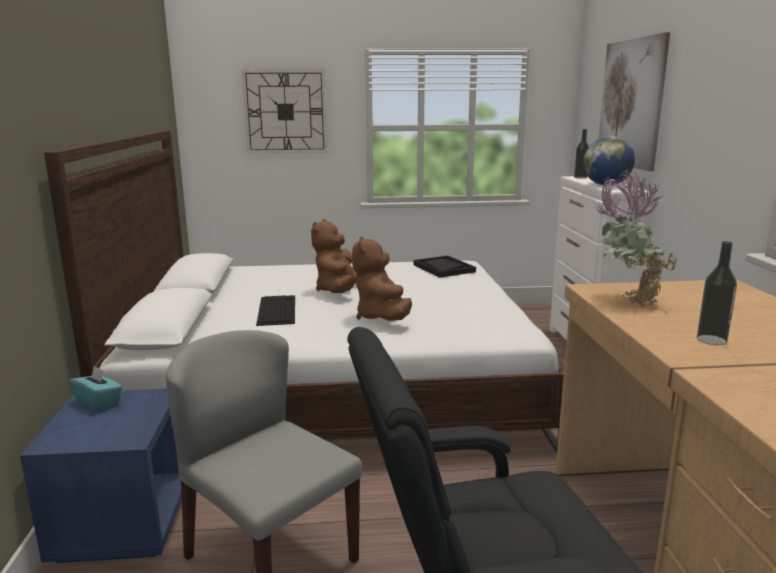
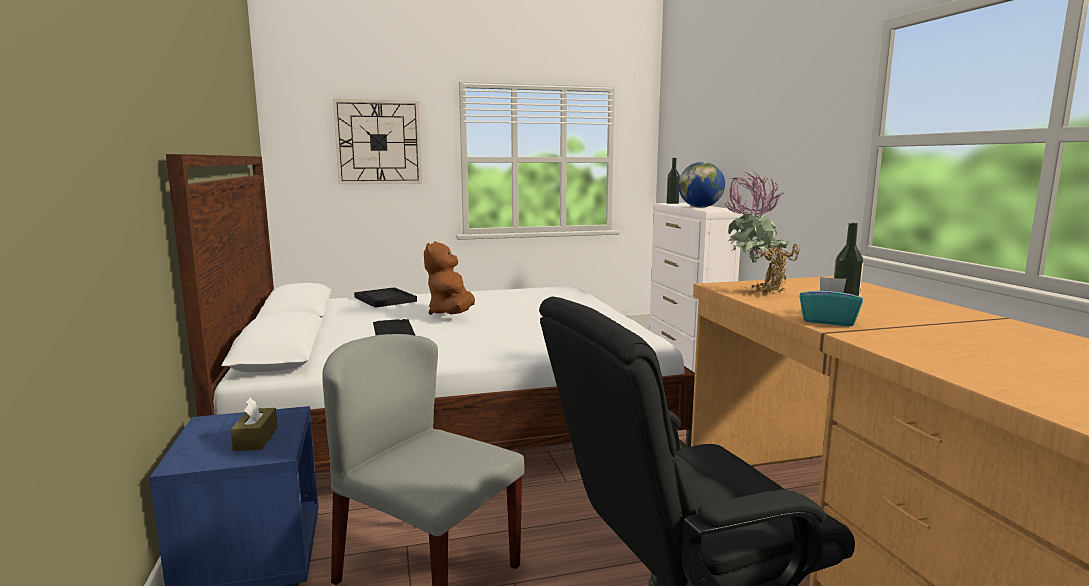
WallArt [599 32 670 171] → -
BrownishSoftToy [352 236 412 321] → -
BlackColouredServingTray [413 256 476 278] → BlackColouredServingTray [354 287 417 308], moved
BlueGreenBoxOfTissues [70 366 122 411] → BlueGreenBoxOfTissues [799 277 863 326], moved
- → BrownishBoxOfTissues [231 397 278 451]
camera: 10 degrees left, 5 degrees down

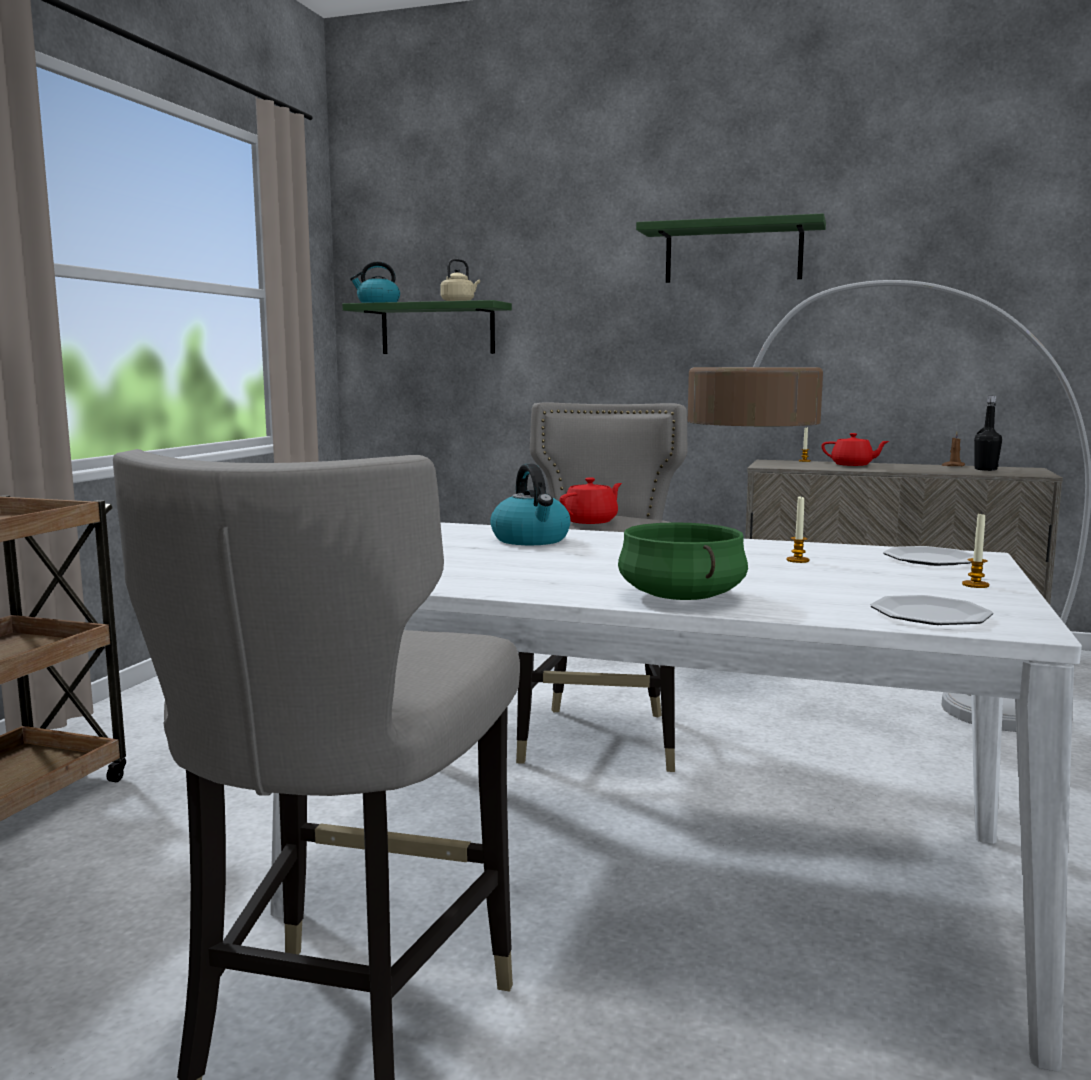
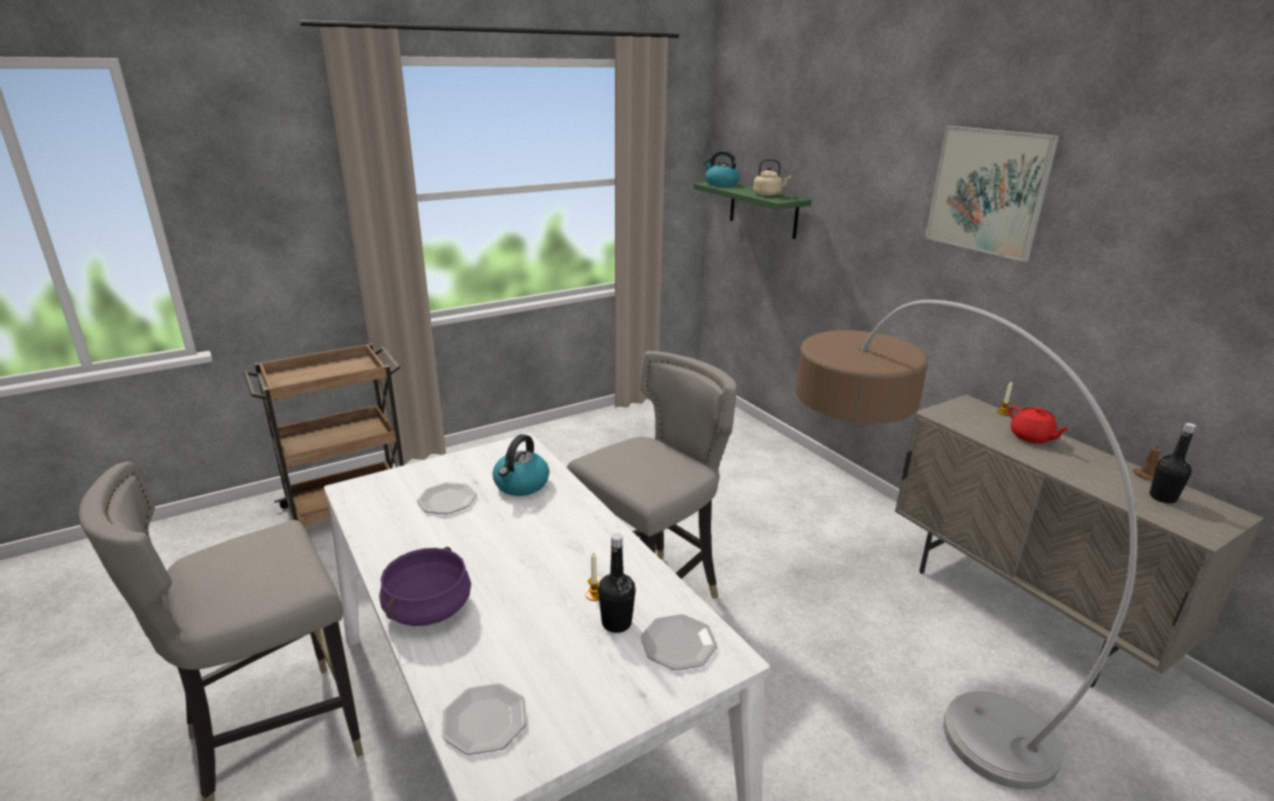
GreenishShelf [636 213 826 283] → WallArt [925 126 1059 262]
ReddishPotForTea [559 478 622 524] → -
WaxLight [962 511 989 588] → -
GreenishSaucepot [618 522 748 600] → PurplishSaucepot [379 547 471 626]
- → Plate [417 482 477 514]
- → BlackColouredDrinkBottle [598 533 636 633]
camera: 40 degrees right, 15 degrees up

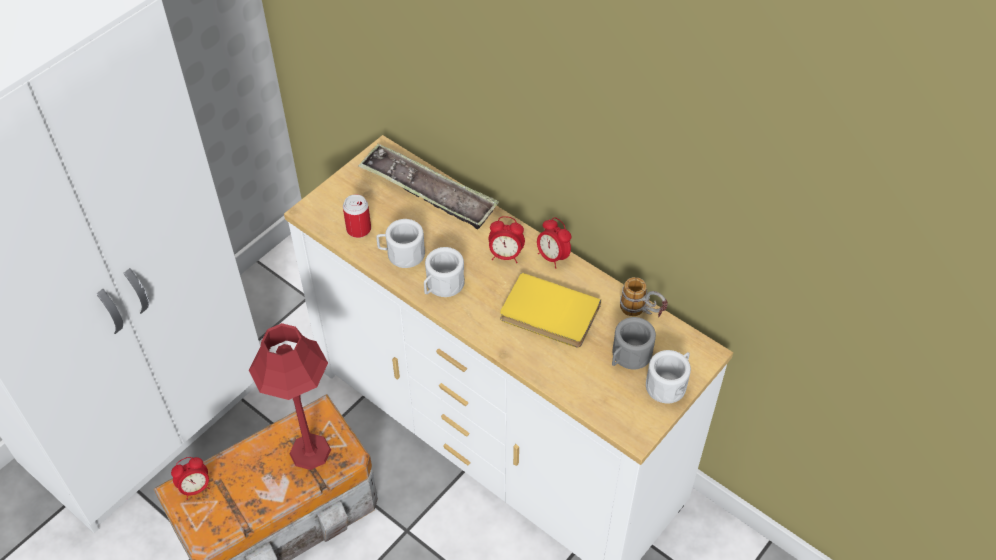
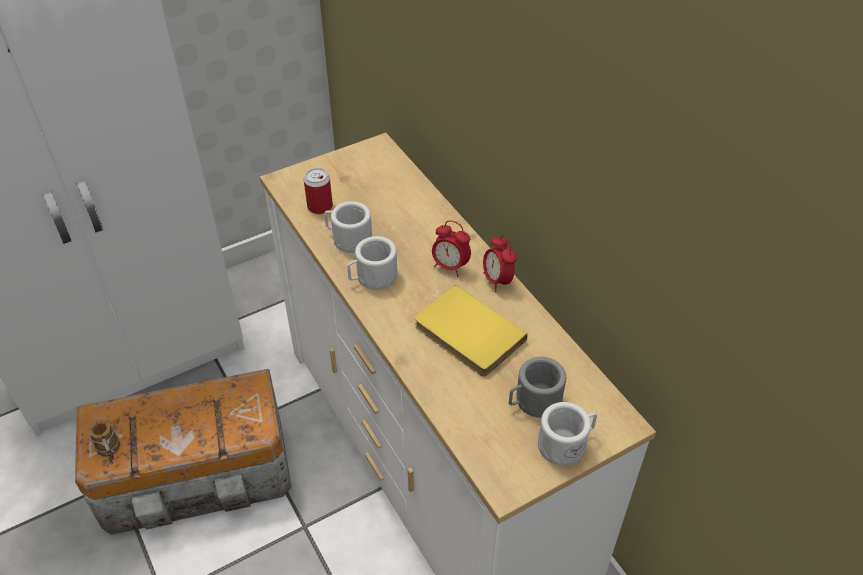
ServingTray [358 144 499 229] → -
Mug [620 277 668 317] → Mug [89 420 120 464], moved
ReddishLampForATable [249 323 331 470] → -
BedsideClock [171 457 210 500] → -
camera: 20 degrees right, 5 degrees down

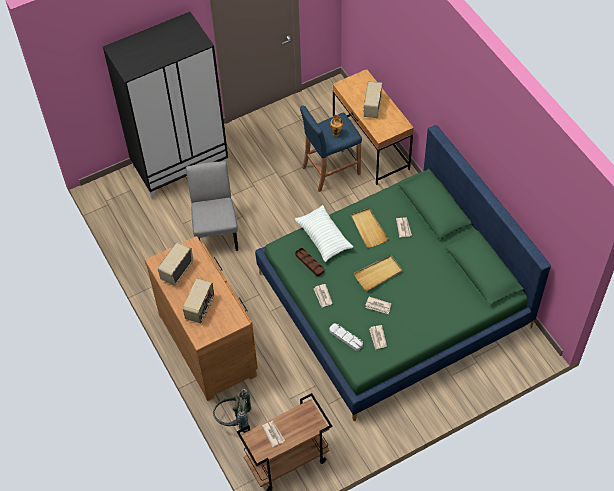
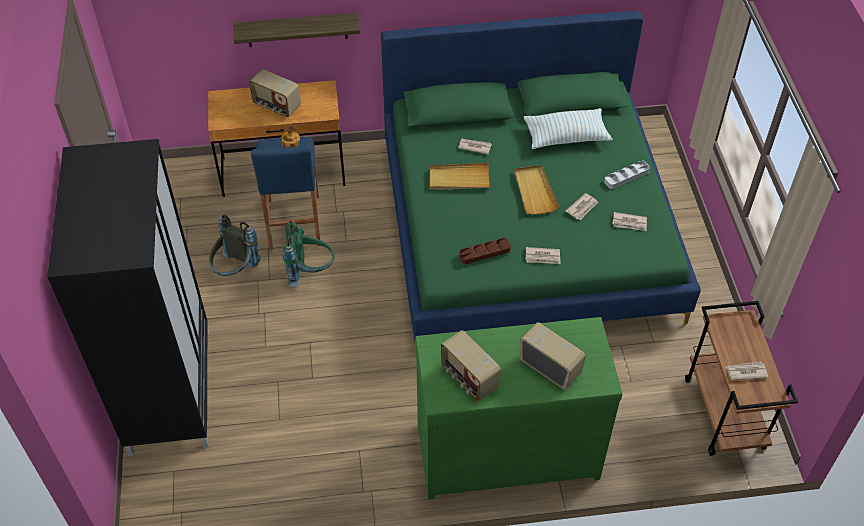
GrayPlainChair [186 161 238 251] → -
ThrowPillow [294 205 353 262] → ThrowPillow [524 108 613 149], moved
BrownishDrawerChest [145 236 258 401] → GreenishDrawerChest [415 317 622 499]
GrayServingTray [329 323 363 351] → GrayServingTray [604 161 650 189], moved
GrayRucksack [213 389 251 433] → GrayRucksack [209 215 261 276], moved
- → Shelf [233 13 360 47]
- → GreenishRucksack [283 221 335 287]
camera: 70 degrees left, 5 degrees down

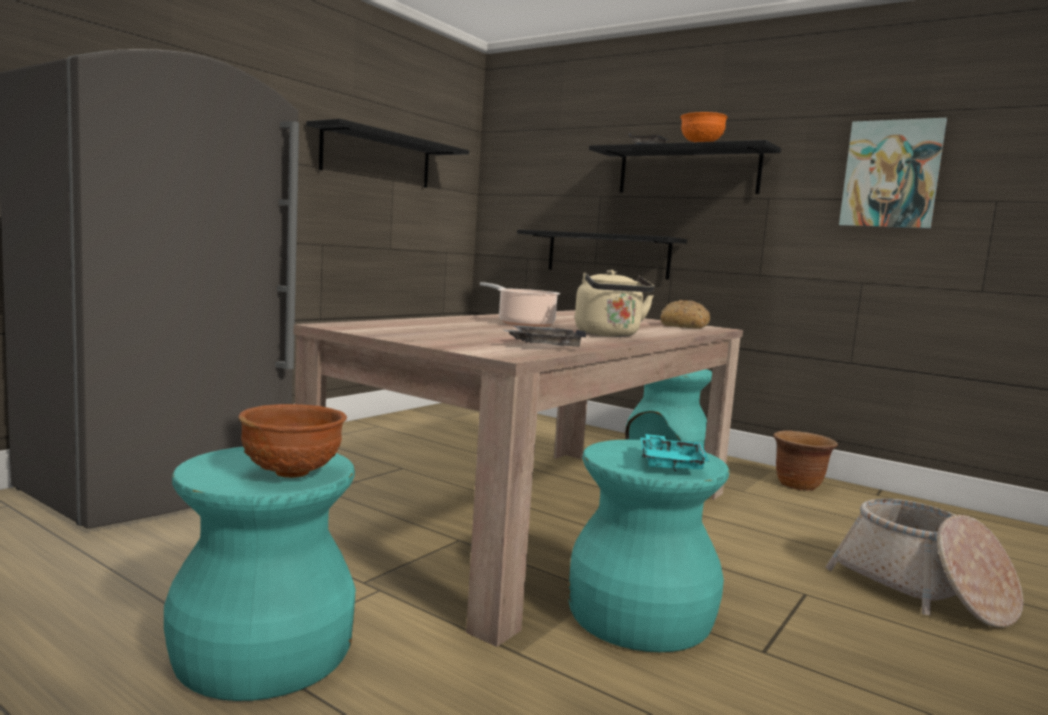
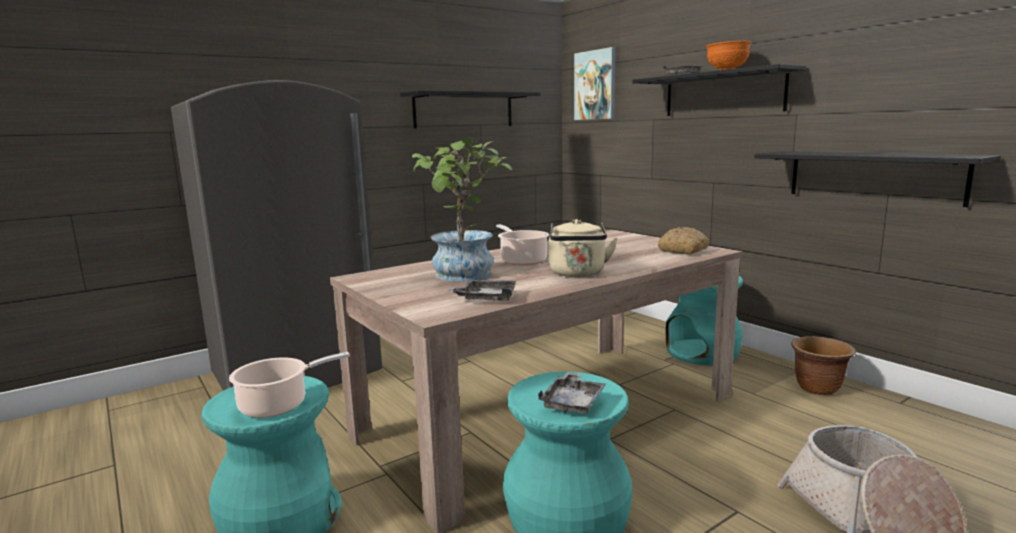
WallArt [839 118 947 229] → WallArt [574 47 615 120], moved
BlackColouredShelf [517 230 687 280] → BlackColouredShelf [754 152 1001 207], moved
BrownishBowl [239 404 347 478] → Saucepot [229 352 350 418]
BlueGreenServingTray [641 434 710 471] → GrayServingTray [538 372 606 413]
- → Houseplant [412 138 512 281]
camera: 20 degrees right, 5 degrees up

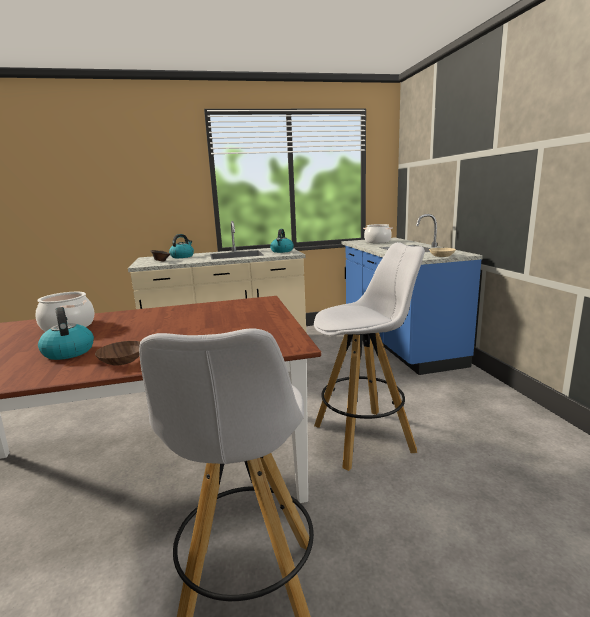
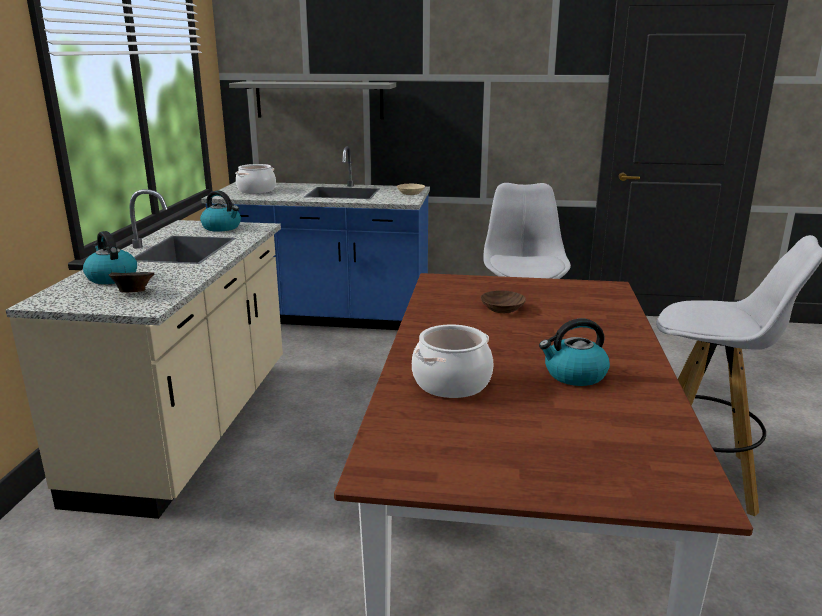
BrownishBowl [95 341 140 366] → BrownishBowl [481 291 526 313], moved
- → GrayShelf [229 81 396 119]
camera: 70 degrees left, 5 degrees up

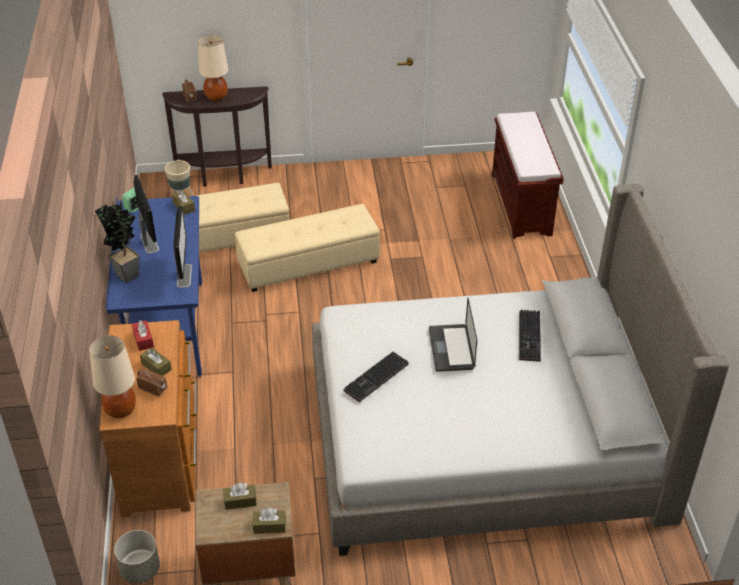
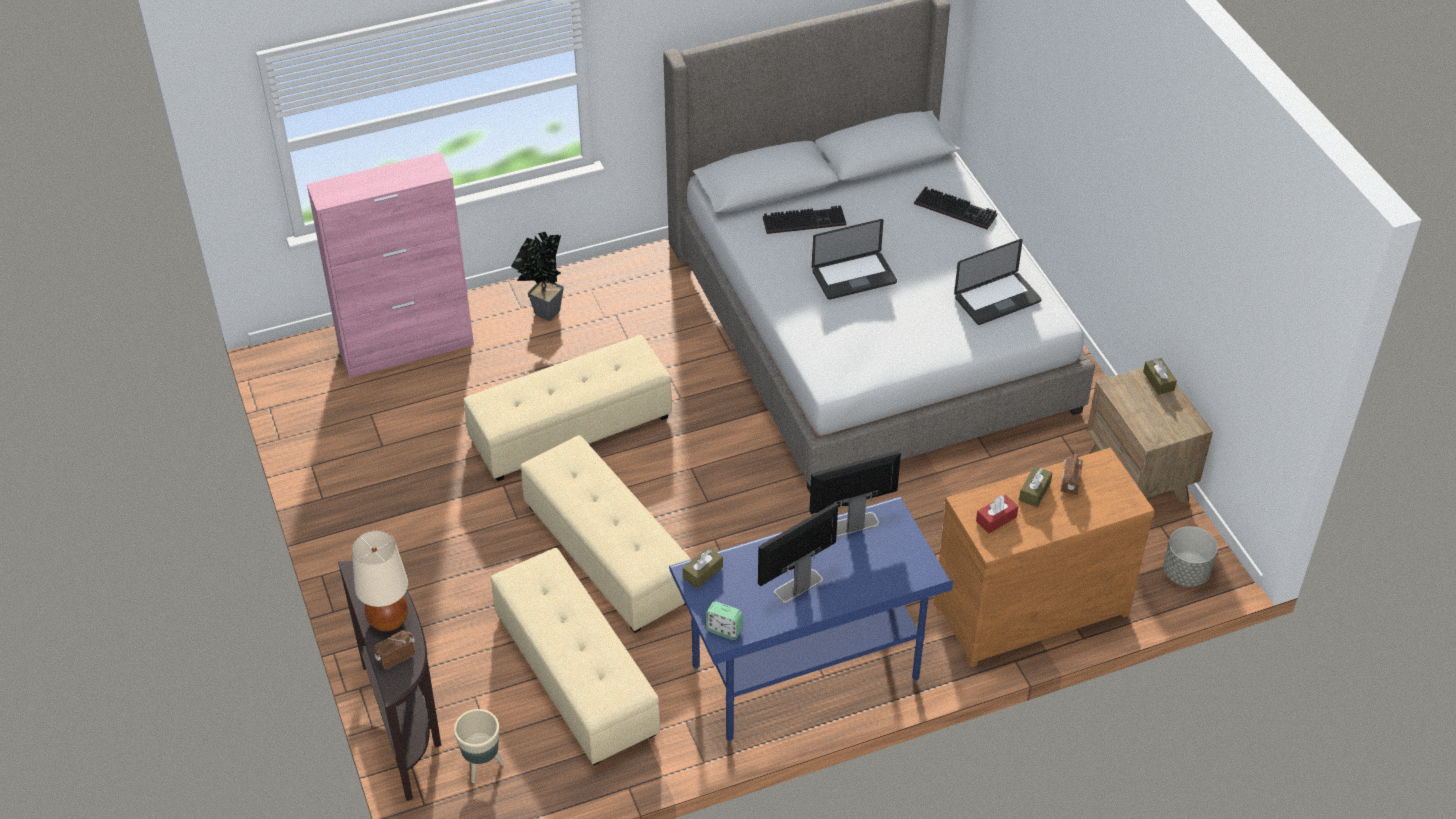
BrownishIndoorBench [492 112 564 239] → PinkishCabinet [307 152 474 378]
Houseplant [95 201 140 283] → Houseplant [511 232 564 321], moved
SandColouredLampForATable [89 335 136 418] → -
ComputerKeyboard [343 352 409 402] → ComputerKeyboard [914 186 997 229], moved
BrownishBoxOfTissues [223 483 257 510] → -
- → Laptop [954 239 1042 325]
- → SandColouredFootrest [463 335 672 481]
camera: 105 degrees left, 5 degrees up

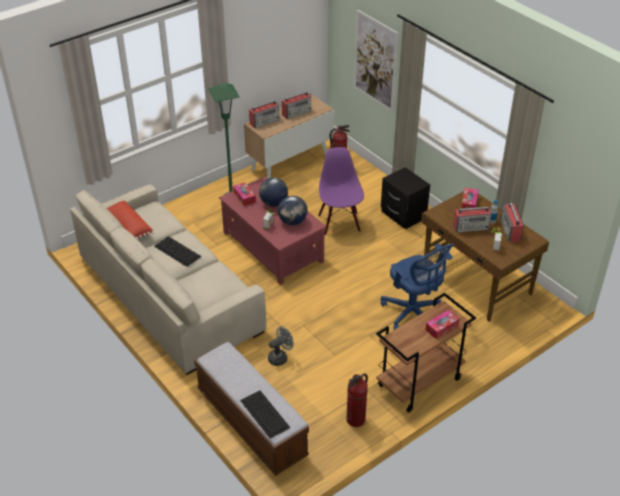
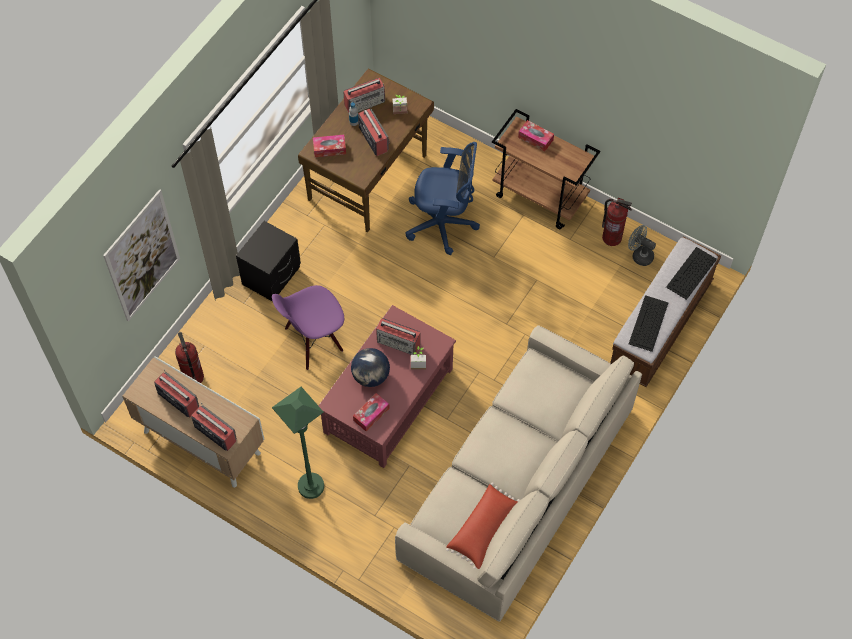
Globe [278 196 307 225] → RadioSet [376 318 421 355]
ComputerKeyboard [154 236 201 267] → ComputerKeyboard [629 295 669 352], moved
BlueColouredComputerChair [381 244 454 330] → BlueColouredComputerChair [406 142 480 255], 60 degrees clockwise
GrayCoolingFan [268 326 294 366] → GrayCoolingFan [628 225 656 266], moved
camera: 110 degrees left, 20 degrees up

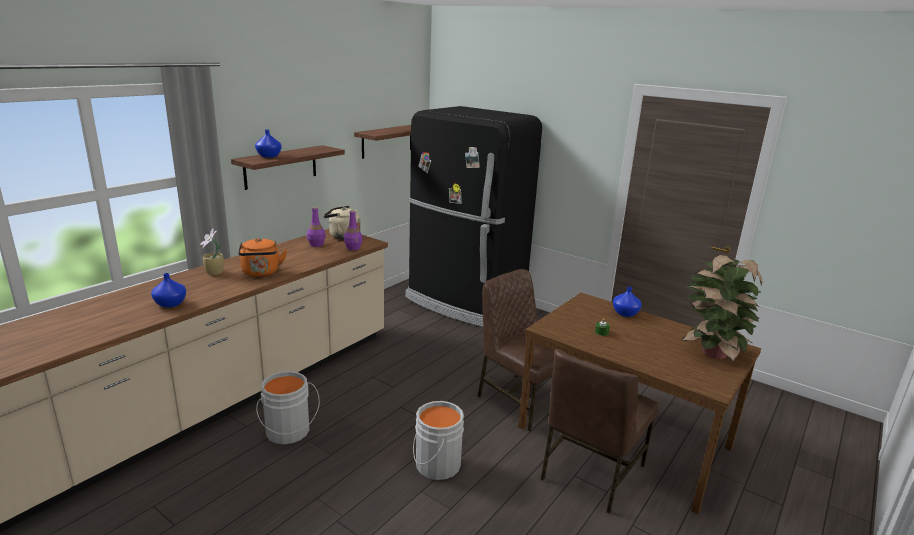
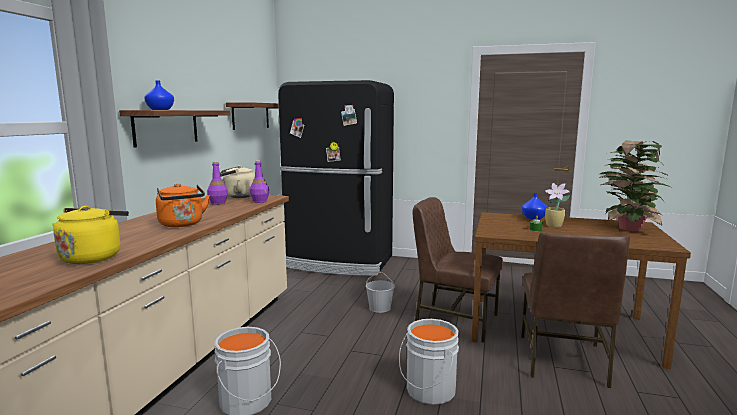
Houseplant [200 228 224 275] → Houseplant [545 183 570 227], moved
BlueColouredDecorativeVase [151 273 186 308] → YellowColouredTeaKettle [52 206 129 264]
- → WhitishBucket [366 272 395 313]
camera: 20 degrees left, 10 degrees down

